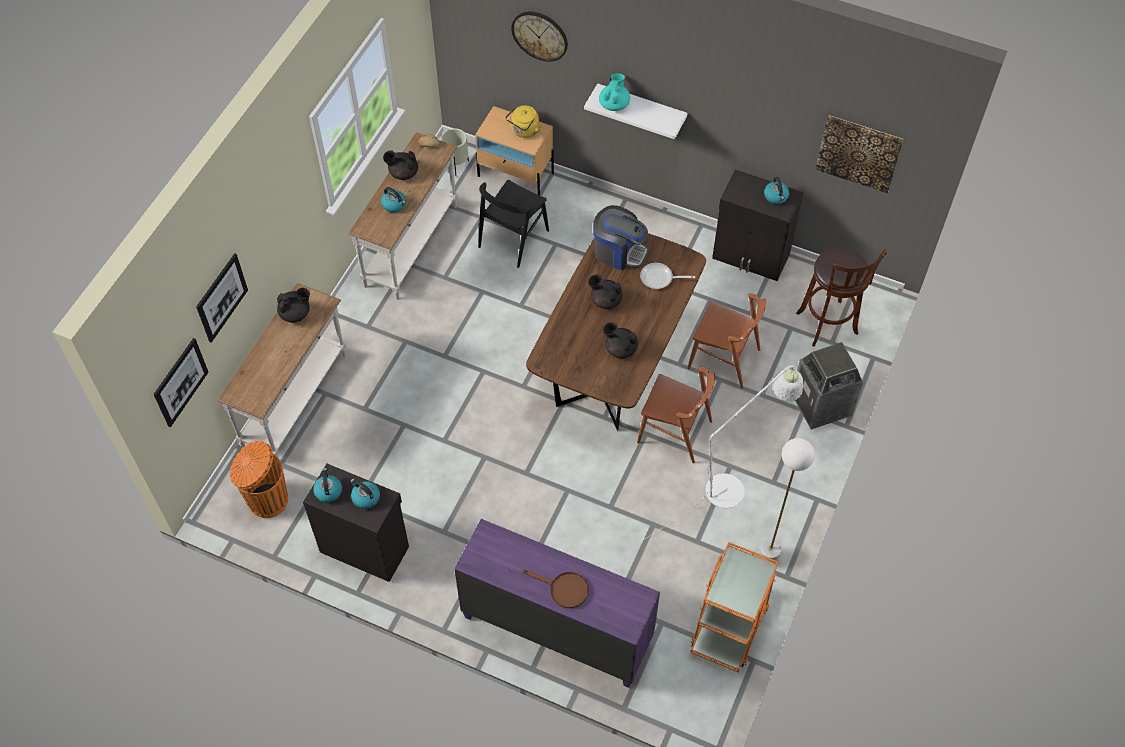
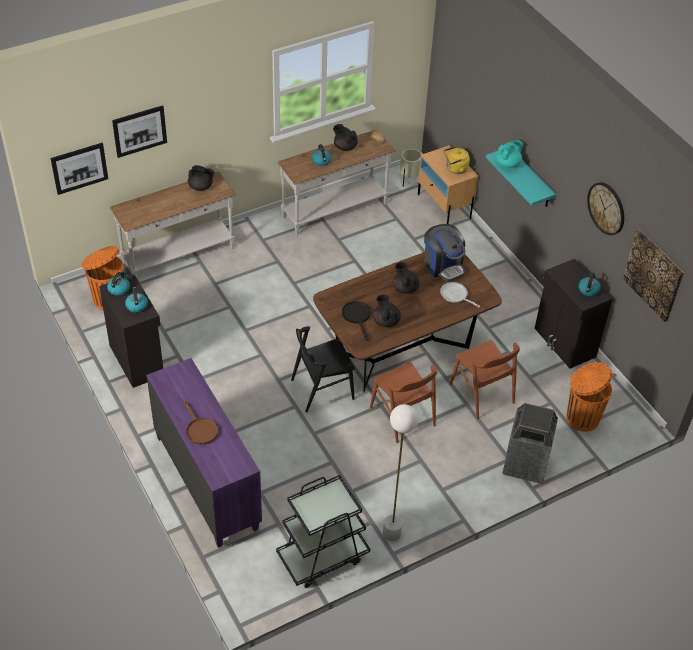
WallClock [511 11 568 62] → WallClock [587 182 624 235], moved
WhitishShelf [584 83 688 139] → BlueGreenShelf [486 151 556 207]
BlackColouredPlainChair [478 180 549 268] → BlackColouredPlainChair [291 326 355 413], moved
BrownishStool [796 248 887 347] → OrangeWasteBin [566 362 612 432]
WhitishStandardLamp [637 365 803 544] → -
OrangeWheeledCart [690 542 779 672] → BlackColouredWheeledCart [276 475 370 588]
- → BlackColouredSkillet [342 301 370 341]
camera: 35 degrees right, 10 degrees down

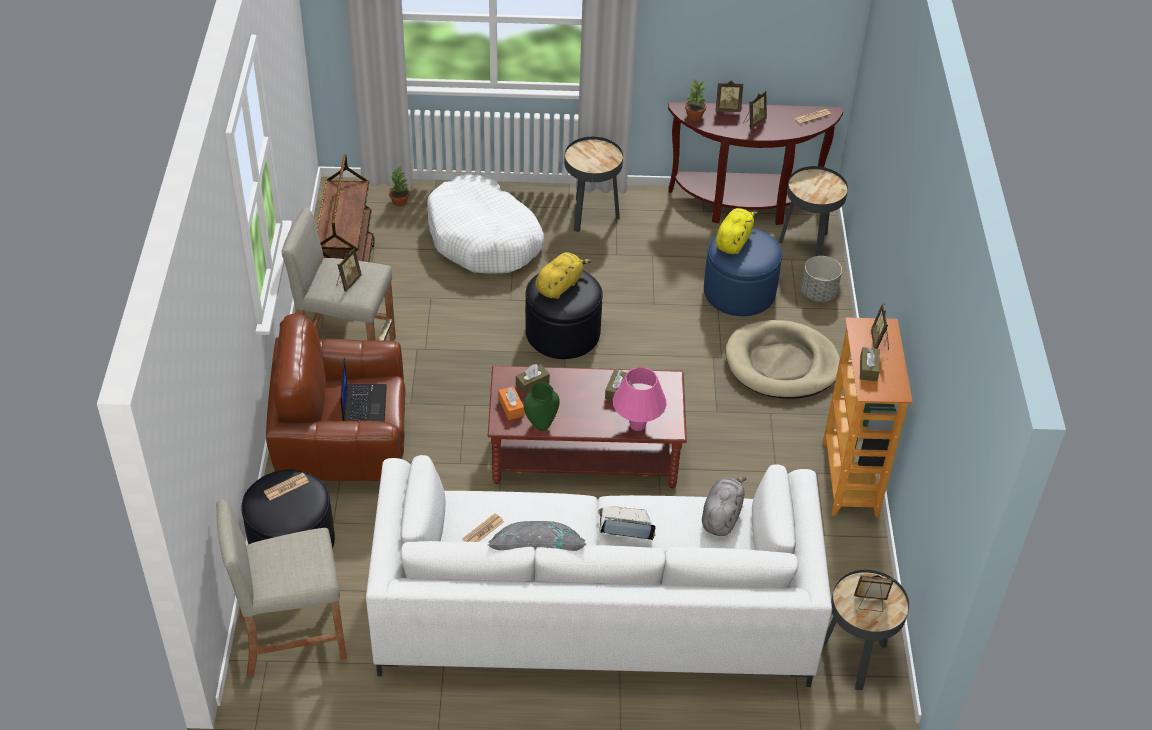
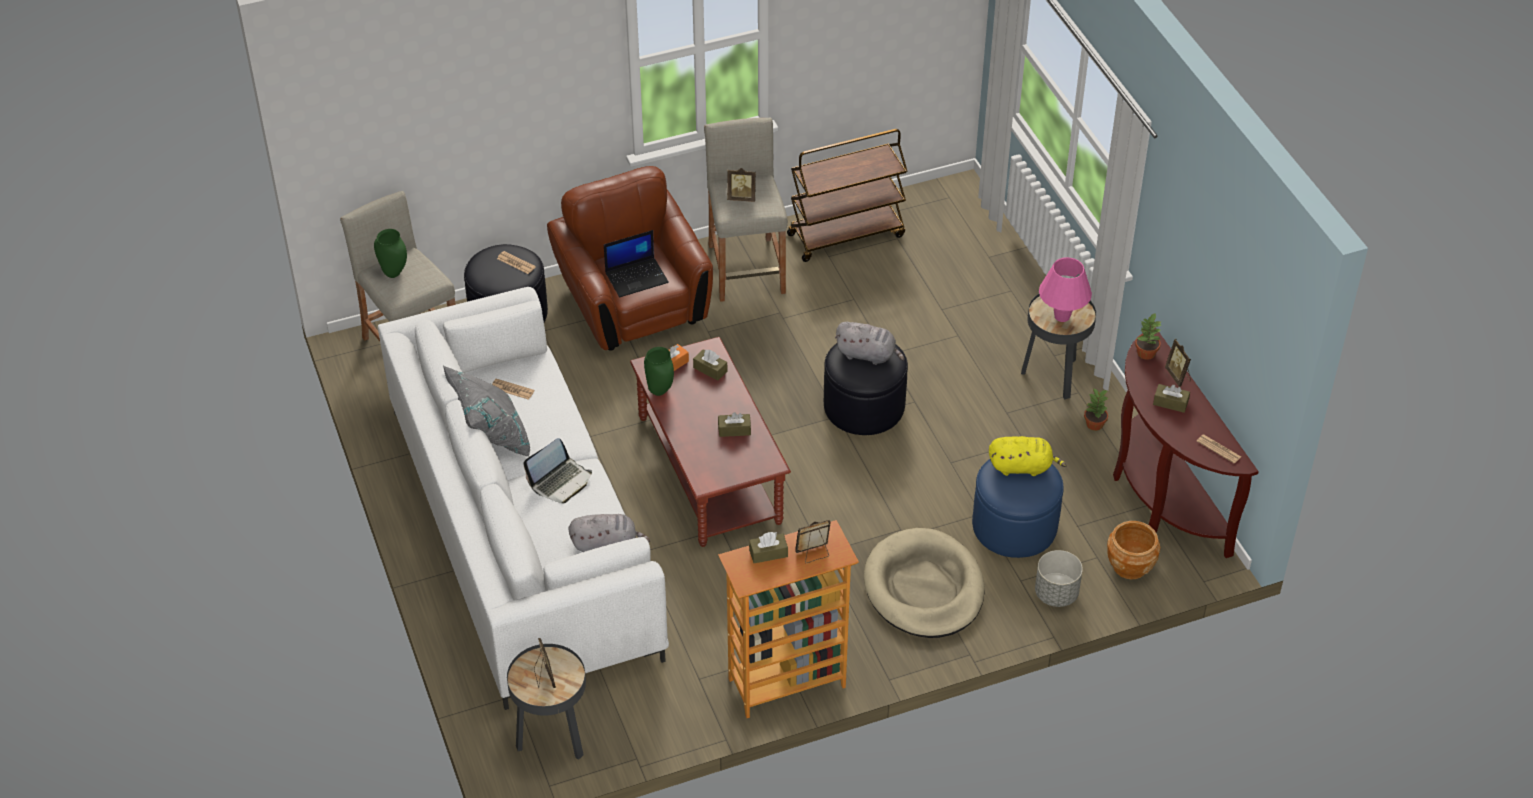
PhotoFrame [743 91 767 129] → BrownishBoxOfTissues [1153 384 1190 413]
BlackColouredEndTable [779 166 848 256] → BrownishPlantPot [1107 521 1160 579]
Houseplant [389 167 409 206] → Houseplant [1084 388 1108 431], moved
WhitishPetBed [427 174 544 274] → -
YellowColouredSoftToy [535 252 592 299] → GraySoftToy [835 322 905 365]
PinkishLampForATable [613 367 667 431] → PinkishLampForATable [1039 257 1092 322], moved
Laptop [598 506 655 540] → Laptop [523 438 592 503], 60 degrees clockwise
- → GreenishDecorativeVase [374 229 407 278]
camera: 70 degrees right, 0 degrees up

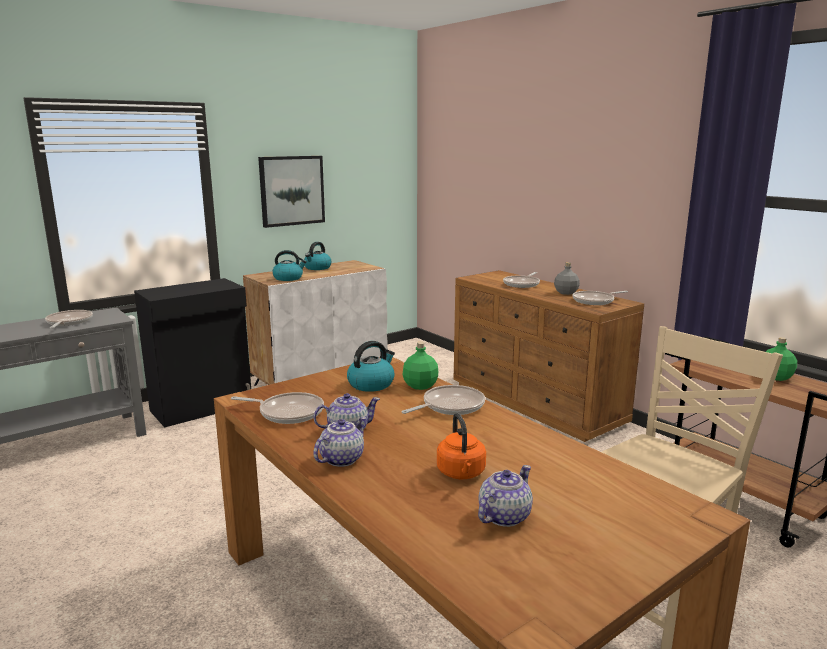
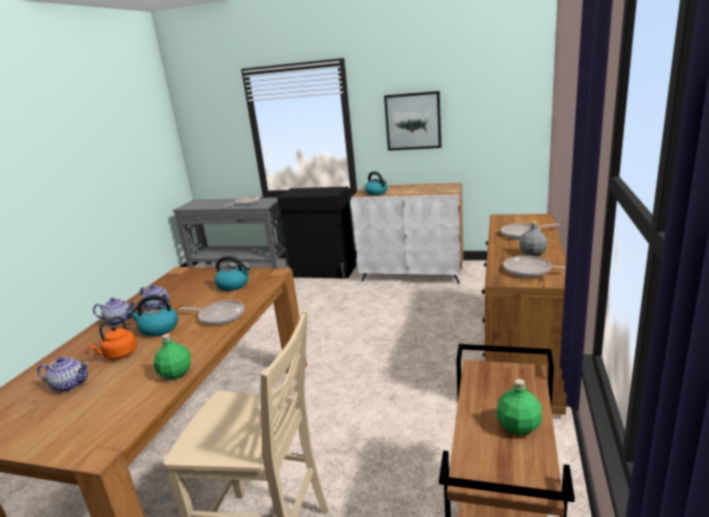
TeaKettle [304 242 332 270] → TeaKettle [128 295 178 337], moved
GreenishDrinkBottle [402 342 438 390] → GreenishDrinkBottle [154 334 191 379], moved
Skillet [231 392 324 424] → -
camera: 55 degrees right, 5 degrees up

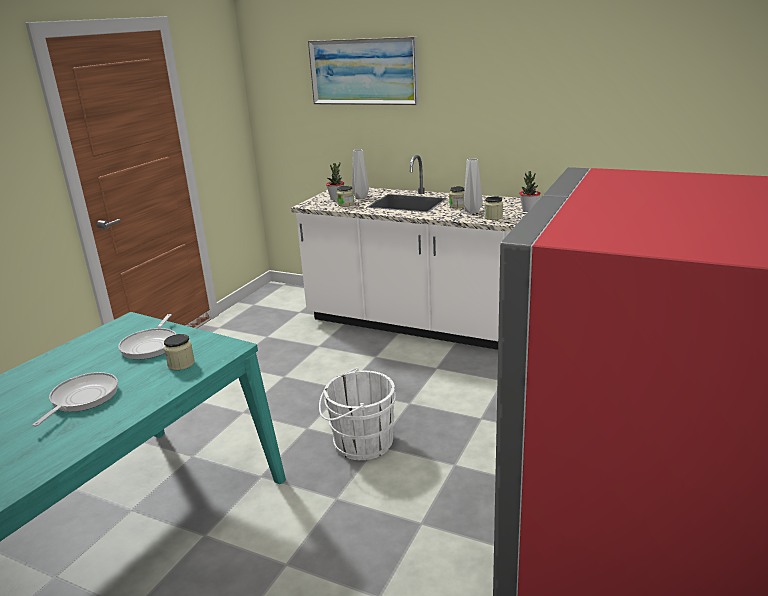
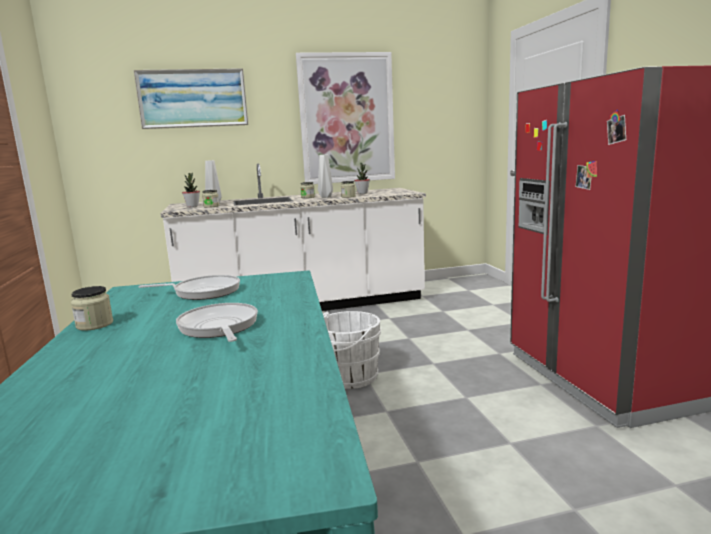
Skillet [118 314 176 360] → Skillet [138 275 240 300], 60 degrees counterclockwise
StorageJar [164 334 195 370] → StorageJar [71 286 113 331], moved
- → WallArt [296 52 395 184]
camera: 40 degrees left, 10 degrees down

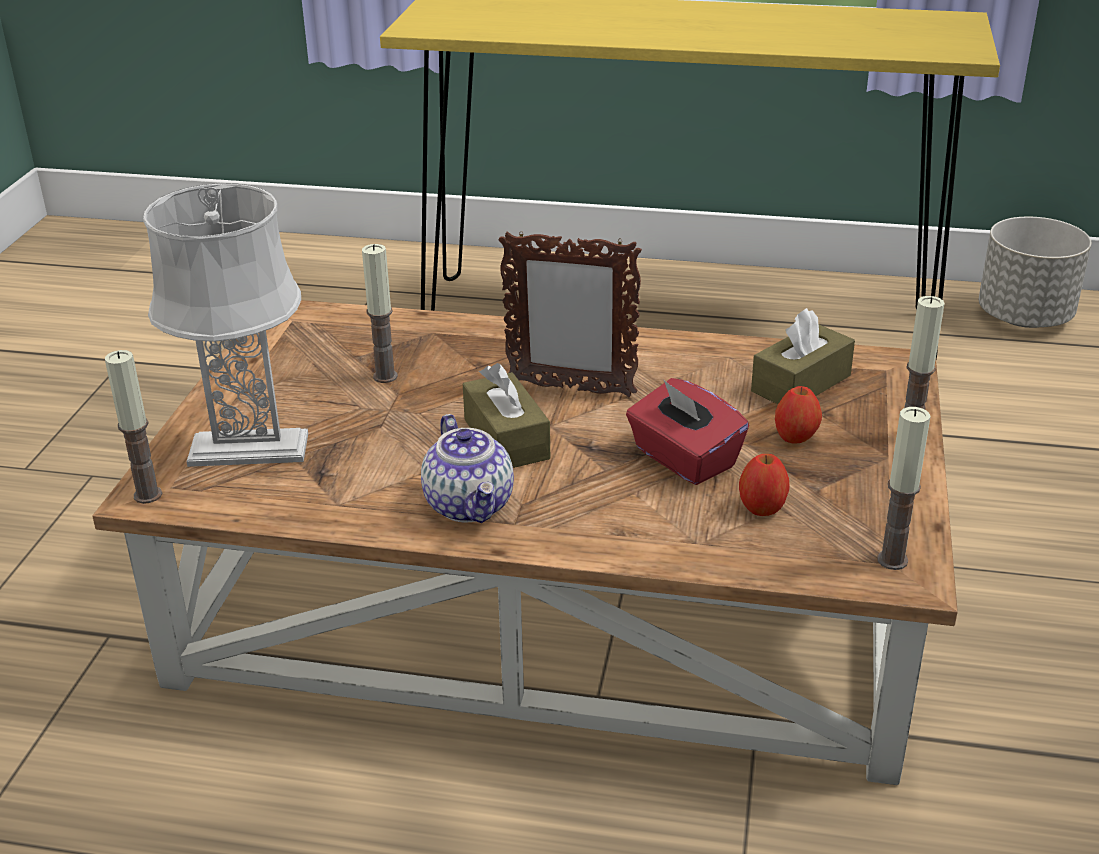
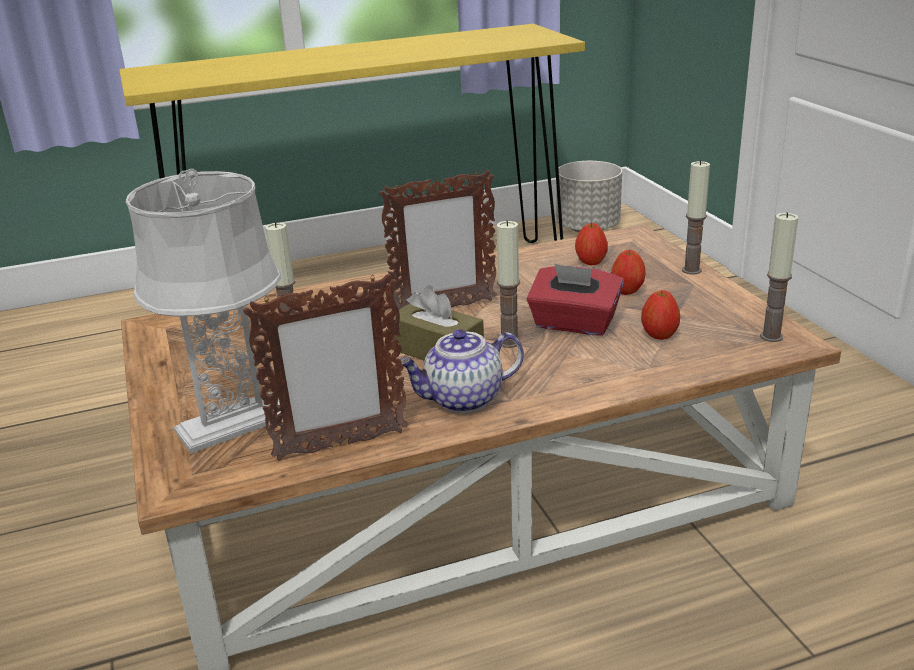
BrownishBoxOfTissues [751 308 855 404] → WholeApple [575 223 608 265]
WaxLight [105 350 162 504] → WaxLight [497 220 520 348], moved
PotForTea [421 414 514 523] → PotForTea [400 329 524 413], 120 degrees clockwise
- → PhotoFrame [243 274 408 461]
camera: 30 degrees left, 5 degrees down

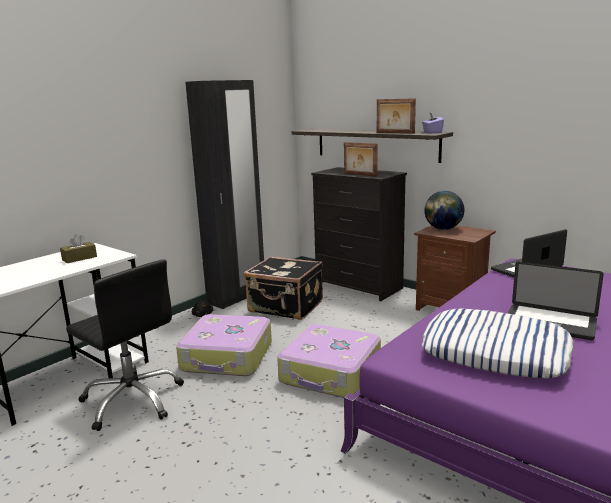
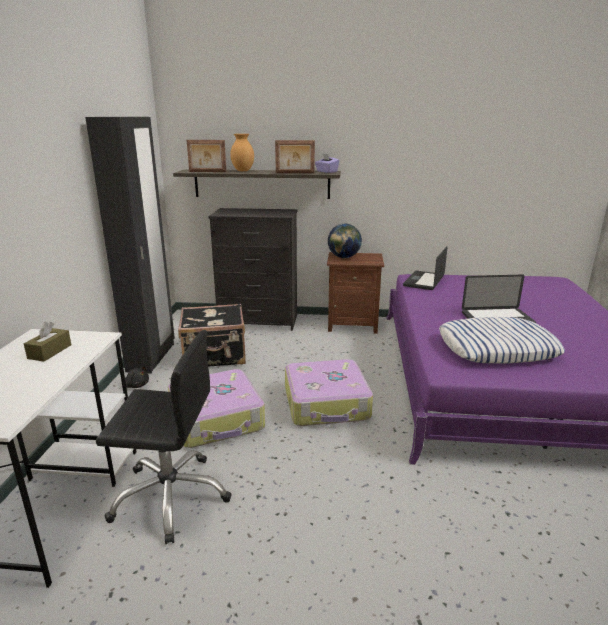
PhotoFrame [344 142 378 177] → PhotoFrame [187 140 226 172], moved
- → BrownishDecorativeVase [230 134 254 171]
camera: 35 degrees left, 5 degrees up

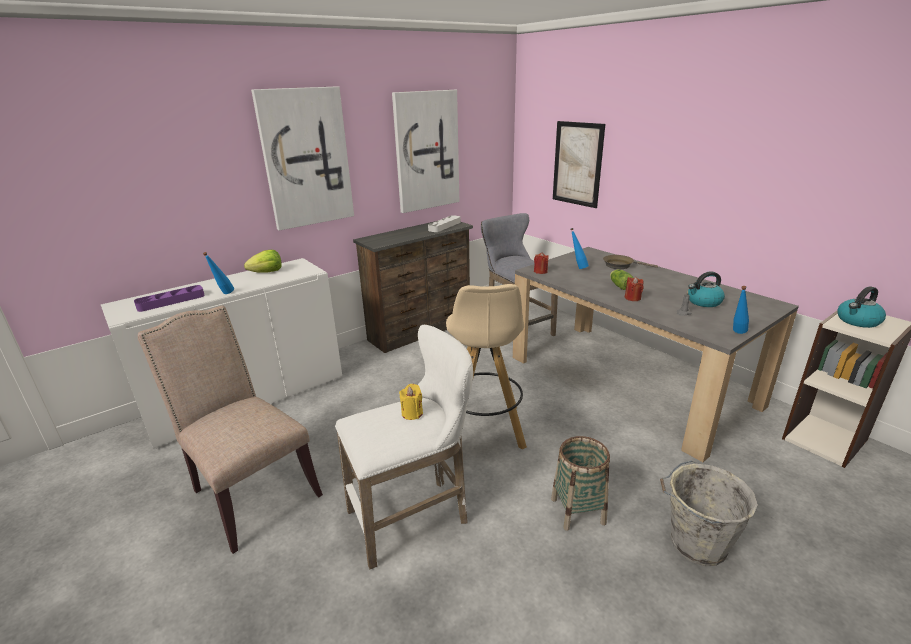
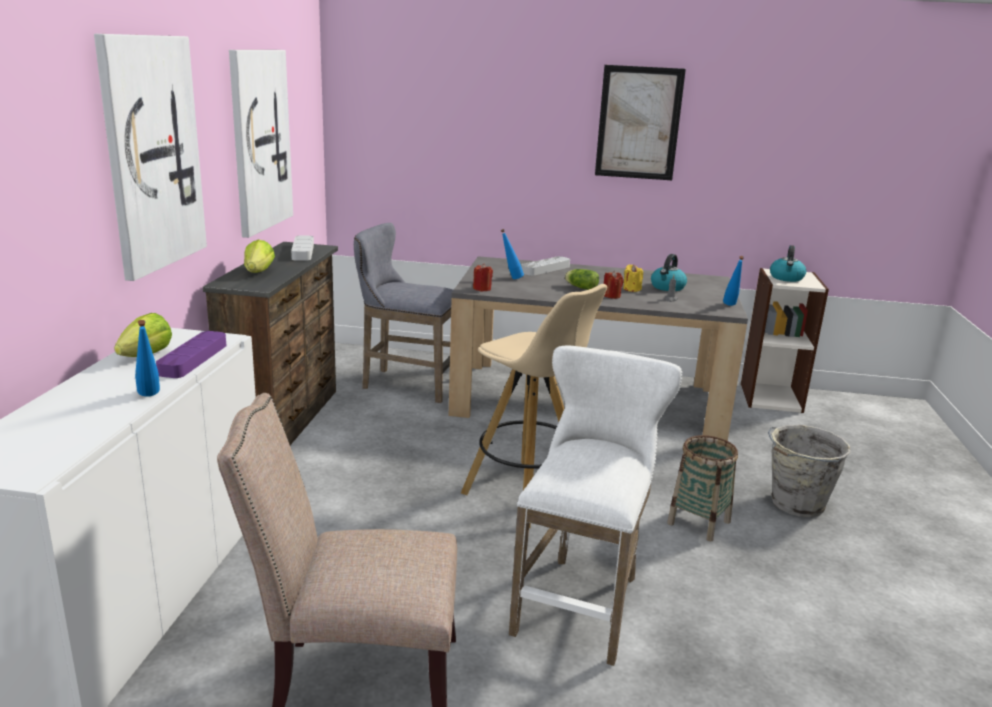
WallArt [553 121 605 208] → WallArt [595 65 686 180], moved
BrownishSkillet [603 255 658 269] → GrayServingTray [521 256 570 276]
PurplishServingTray [134 285 205 312] → PurplishServingTray [156 331 227 378], moved
YellowColouredWaxLight [399 384 423 420] → YellowColouredWaxLight [623 264 643 292], moved
- → Lettuce [244 240 275 273]
camera: 45 degrees left, 5 degrees down

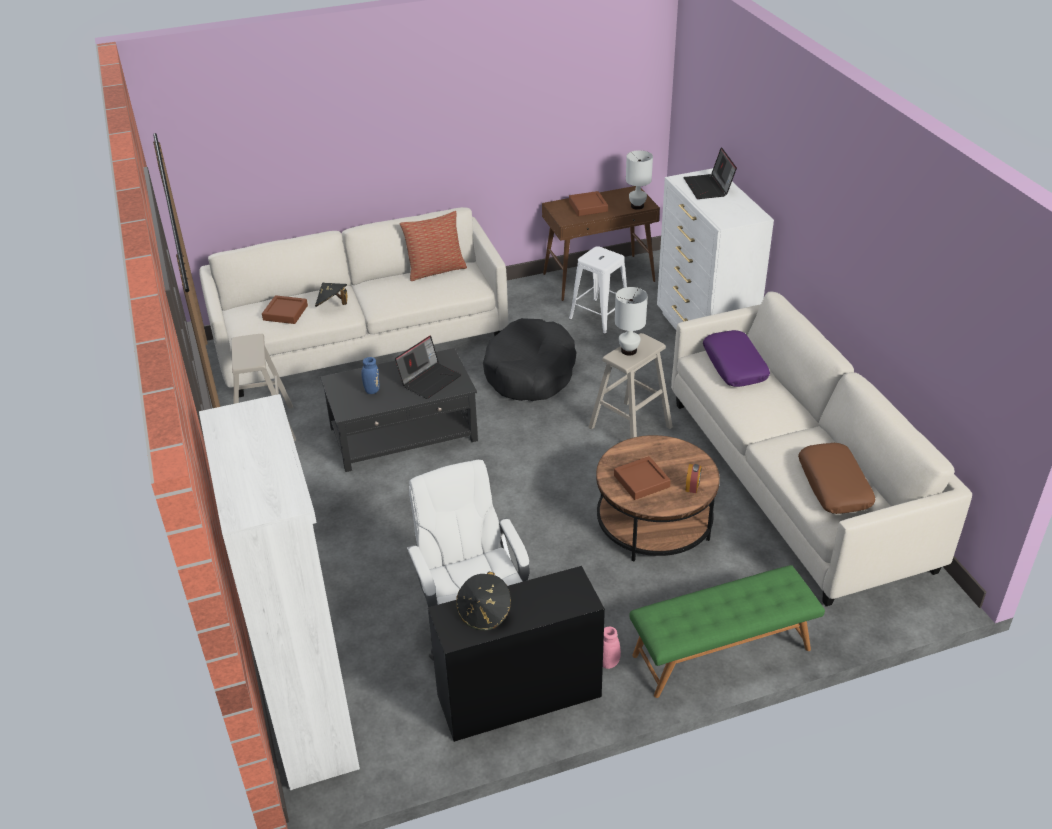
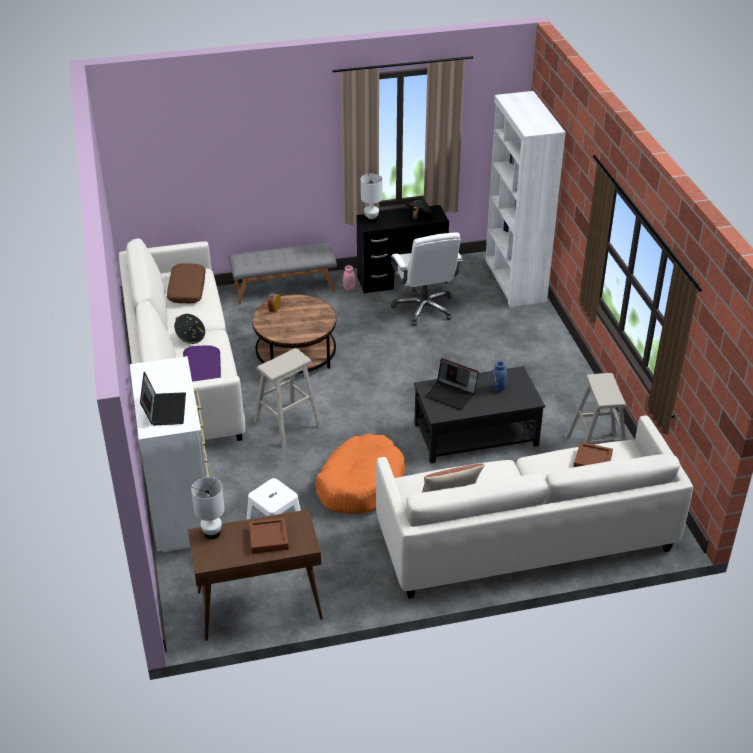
BlackColouredClothingHat [315 283 348 307] → BlackColouredClothingHat [174 314 205 344], moved
WhitishLampForATable [615 287 648 356] → WhitishLampForATable [360 174 382 222], moved
BlackColouredPetBed [483 318 576 401] → OrangePetBed [315 434 405 514]
Laptop [395 335 461 399] → Laptop [425 358 479 410], 105 degrees counterclockwise
BrownishServingTray [614 456 671 500] → -
GreenishIndoorBench [629 565 825 698] → GrayIndoorBench [229 243 337 305]
camera: 175 degrees left, 0 degrees up

